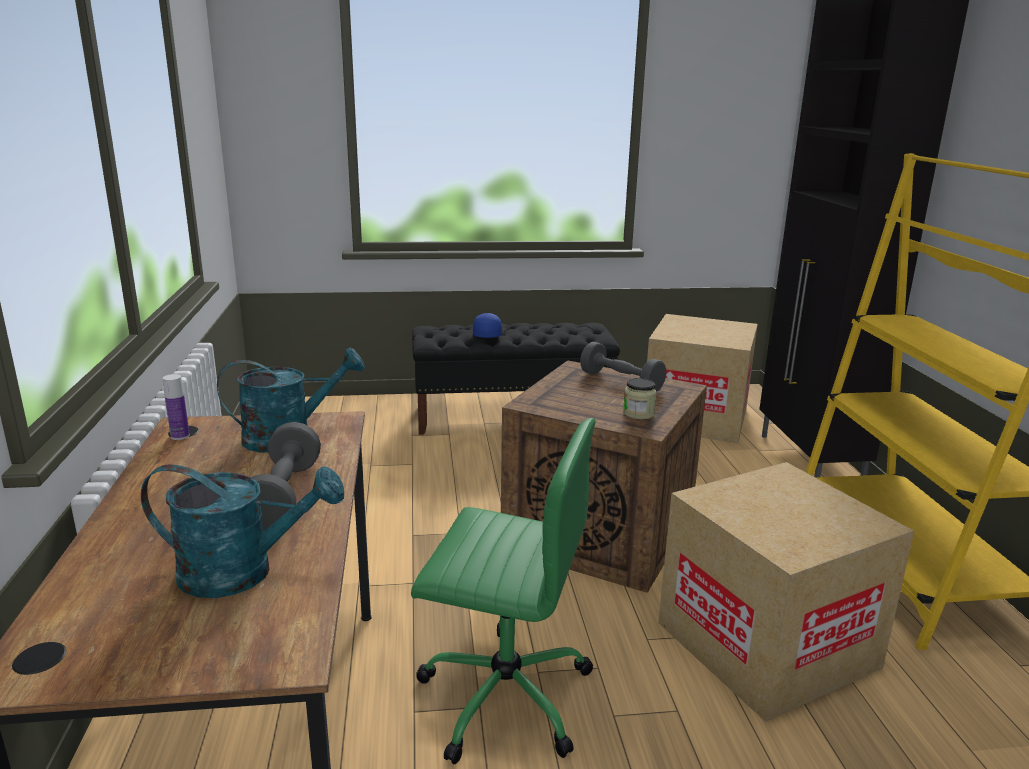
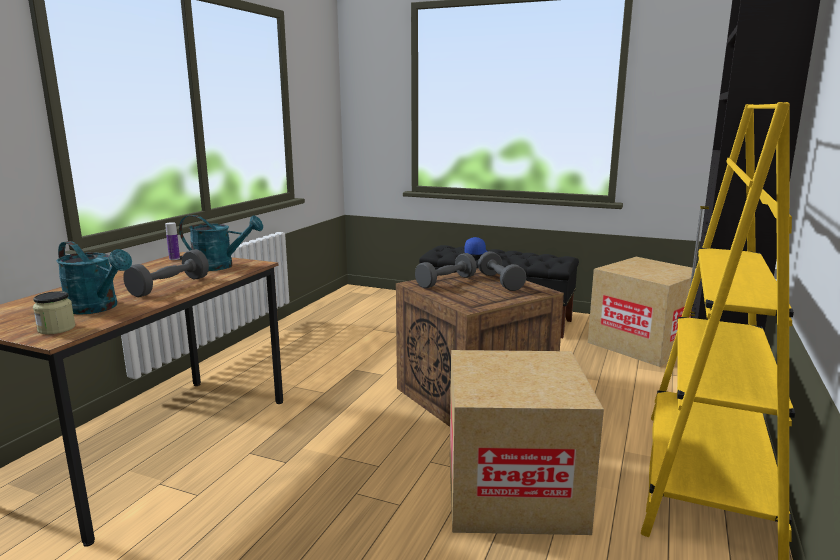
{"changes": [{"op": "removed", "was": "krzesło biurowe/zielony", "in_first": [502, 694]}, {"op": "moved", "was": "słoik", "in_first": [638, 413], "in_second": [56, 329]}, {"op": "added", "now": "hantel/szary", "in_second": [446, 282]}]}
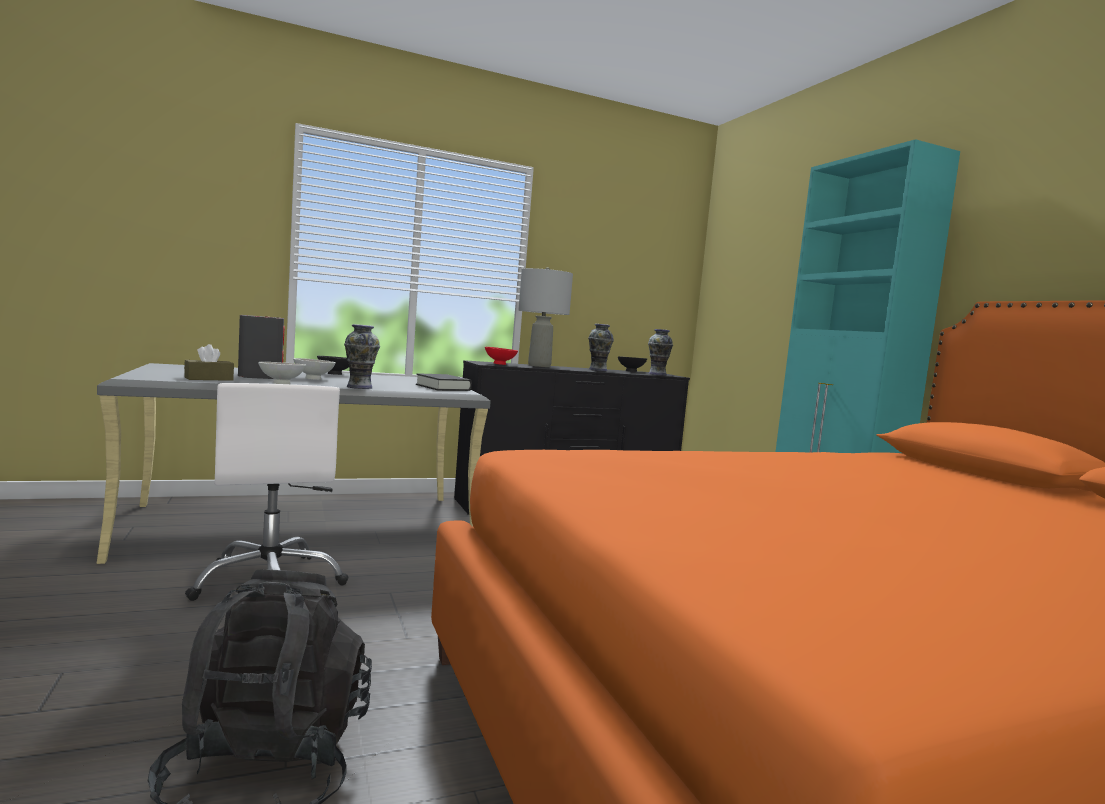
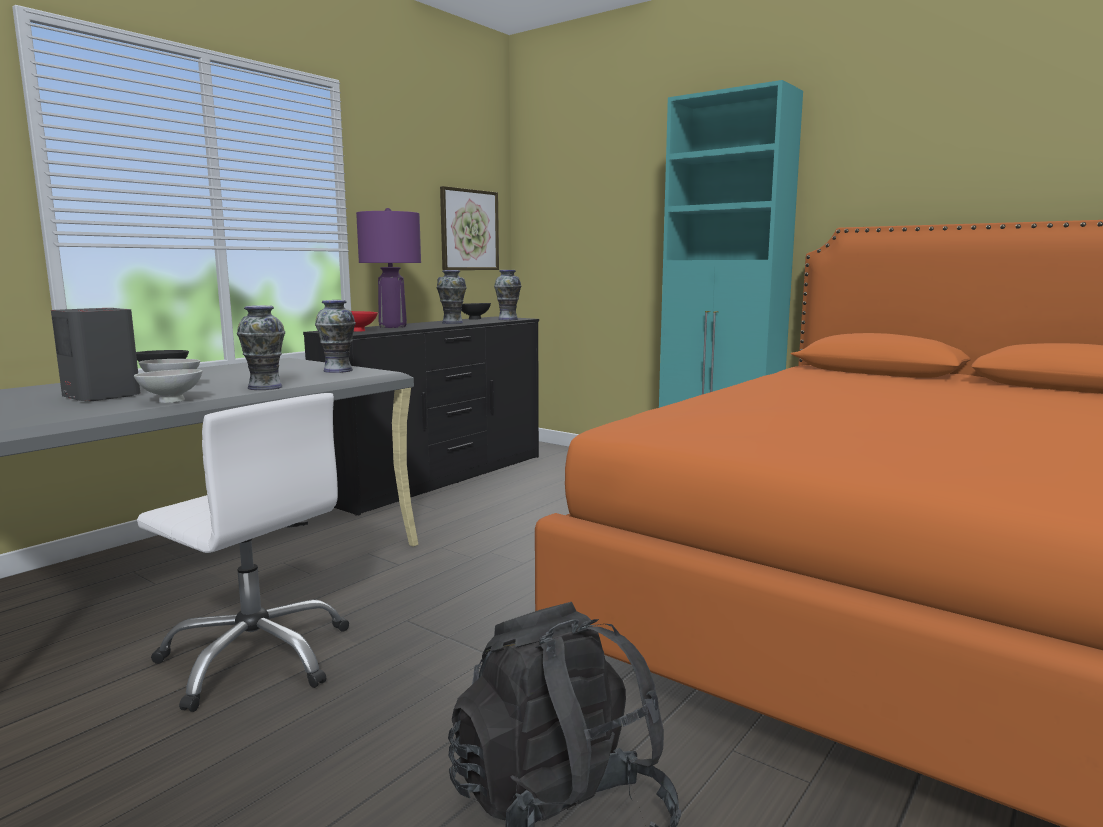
{"changes": [{"op": "removed", "was": "pudełko chusteczek/brązowy", "in_first": [209, 379]}, {"op": "replaced", "was": "książka/czarny", "now": "wazon", "in_first": [443, 387], "in_second": [338, 370]}, {"op": "recoloured", "was": "lampa stołowa/szary", "now": "lampa stołowa/fioletowy", "in_first": [539, 366], "in_second": [393, 326]}, {"op": "added", "now": "obraz", "in_second": [469, 230]}]}
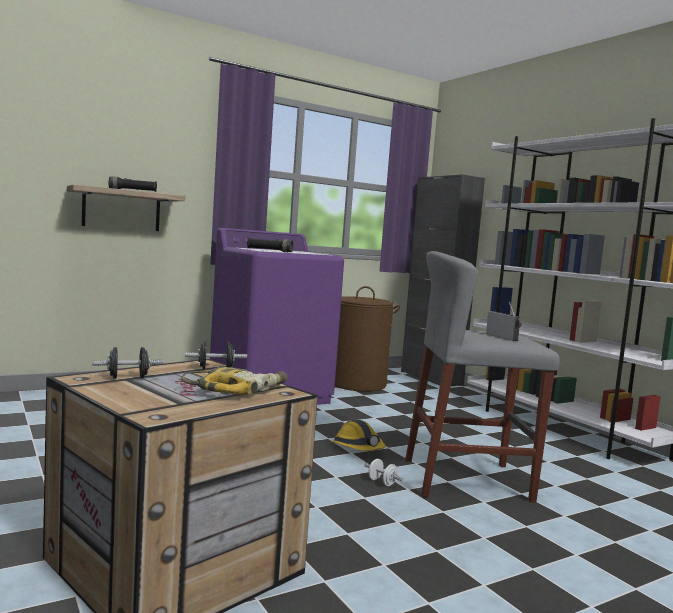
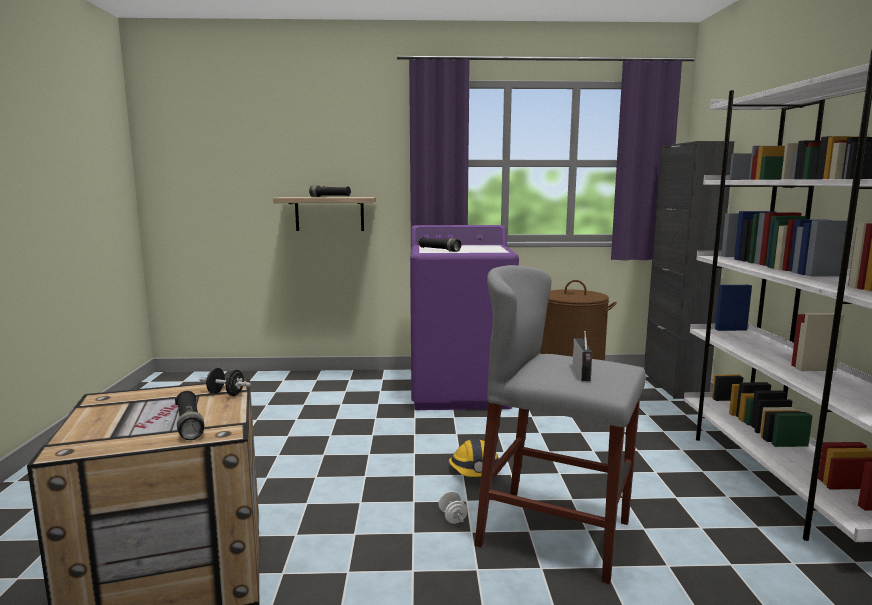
{"changes": [{"op": "removed", "was": "hantel/czarny", "in_first": [128, 378]}, {"op": "replaced", "was": "wiertarka", "now": "latarka/czarny", "in_first": [237, 390], "in_second": [189, 424]}]}
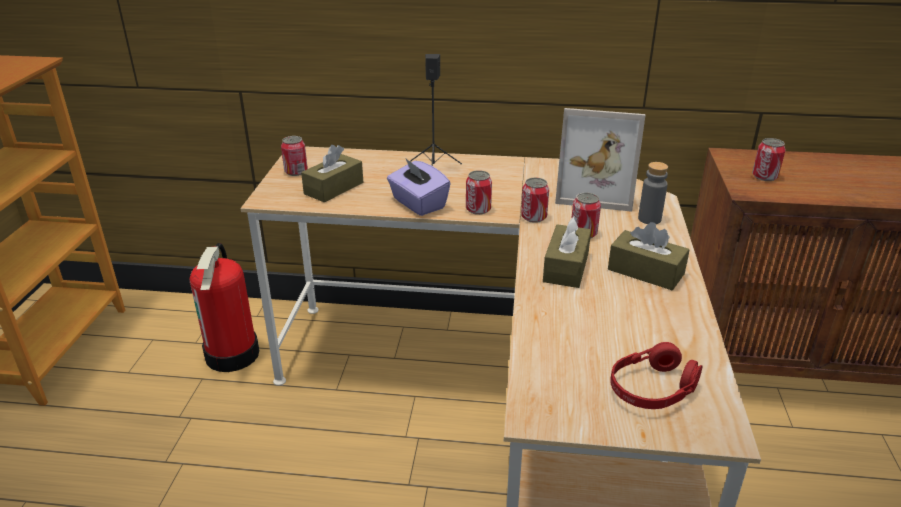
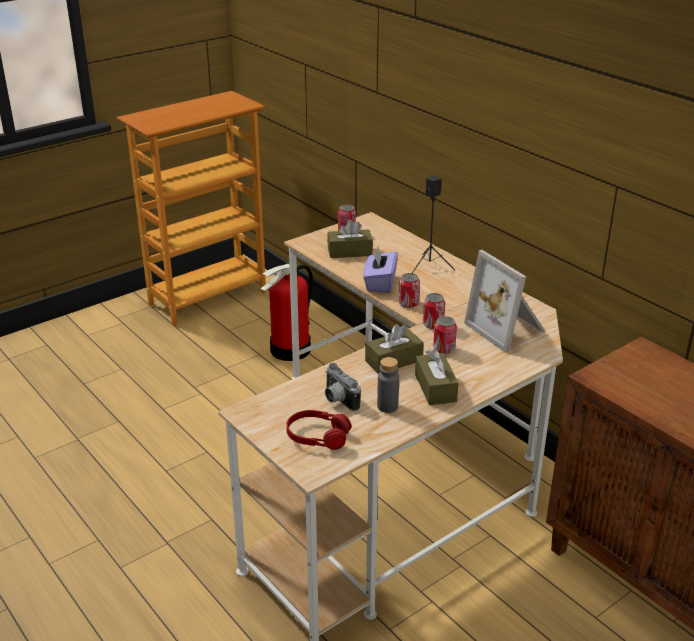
{"changes": [{"op": "moved", "was": "butelka/szary", "in_first": [649, 219], "in_second": [387, 406]}, {"op": "removed", "was": "puszka", "in_first": [764, 176]}, {"op": "added", "now": "aparat fotograficzny", "in_second": [337, 400]}]}
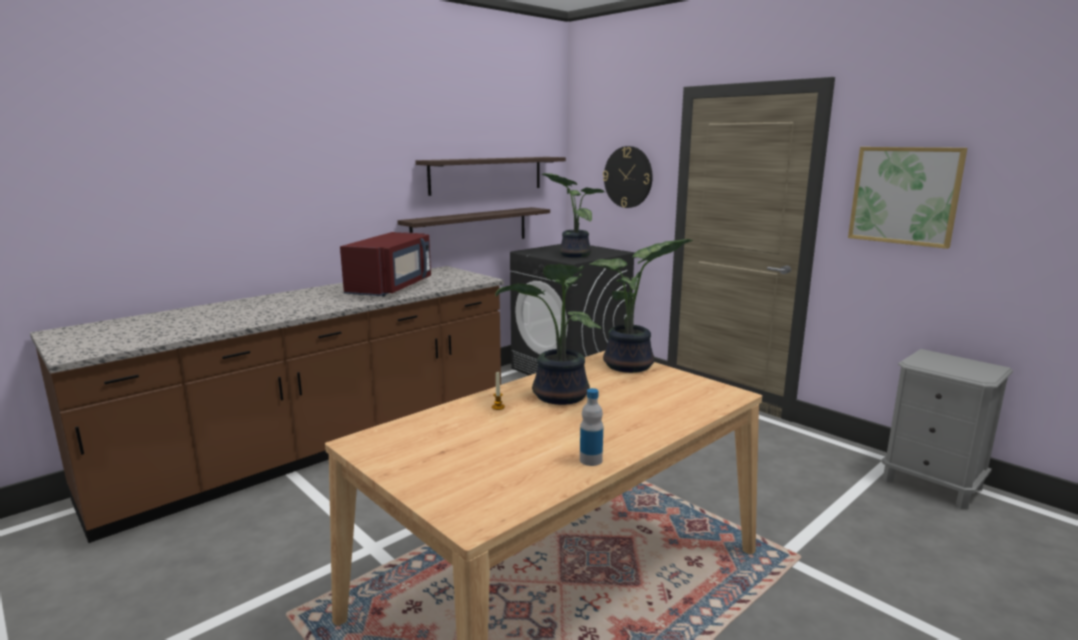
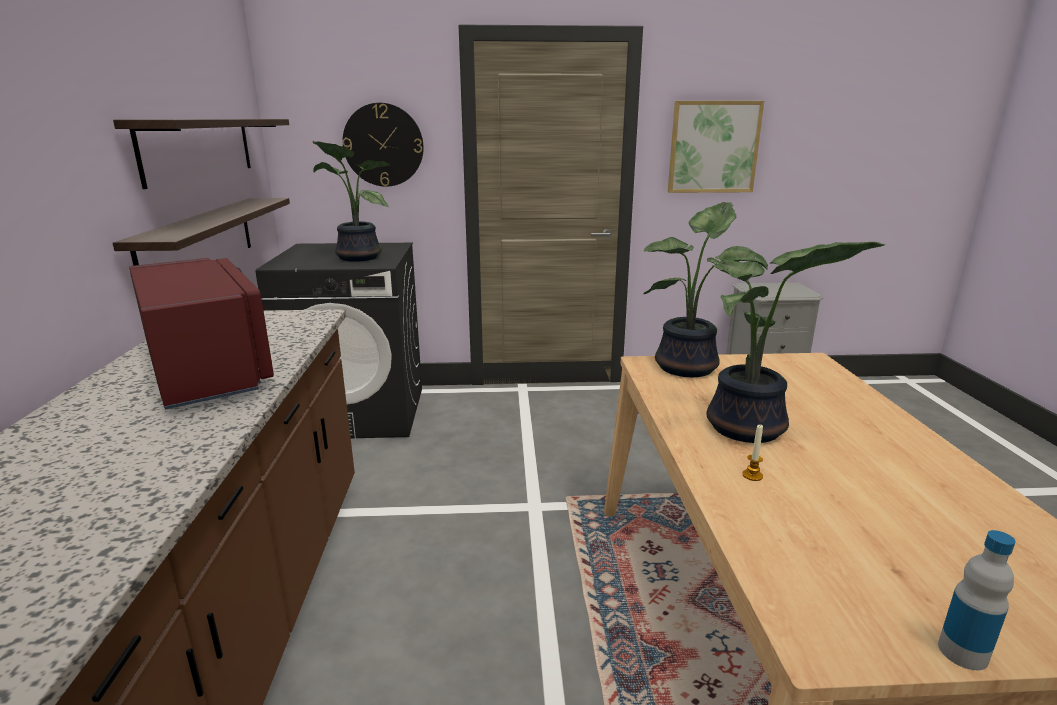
{"changes": [{"op": "moved", "was": "butelka", "in_first": [591, 460], "in_second": [962, 652]}]}
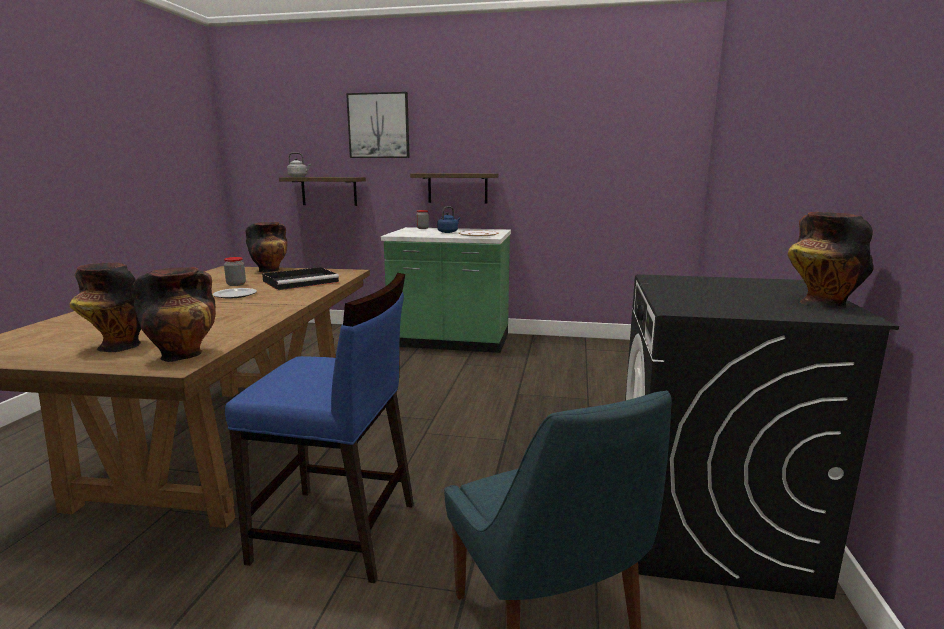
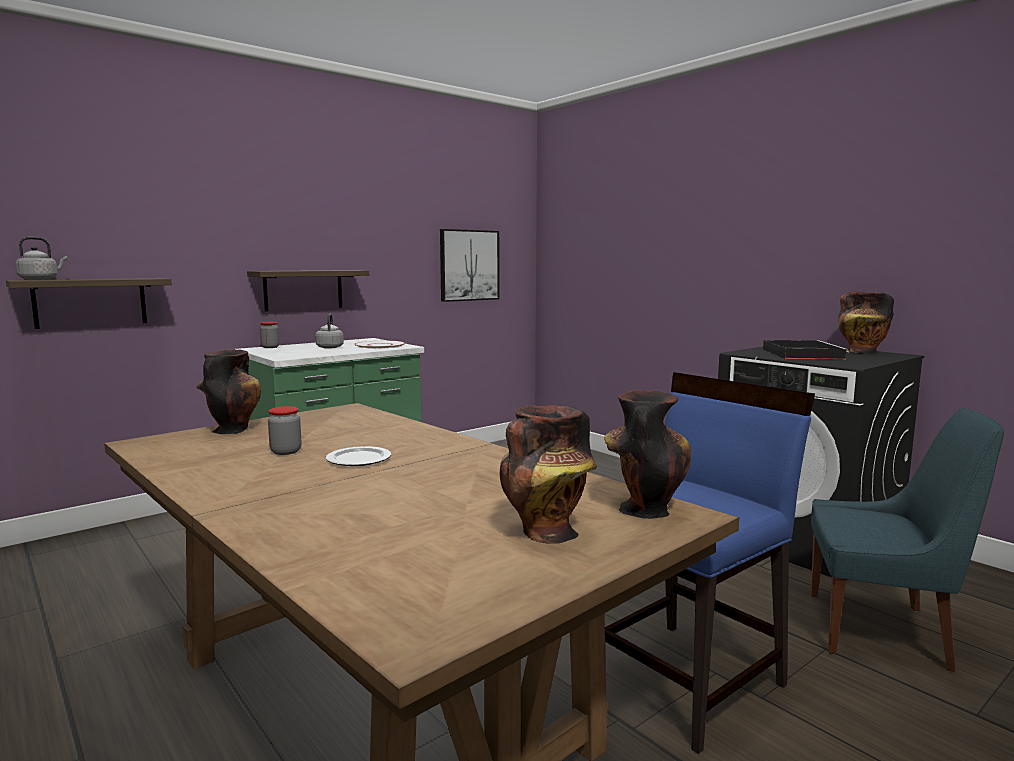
{"changes": [{"op": "moved", "was": "taca/czarny", "in_first": [302, 282], "in_second": [801, 353]}, {"op": "moved", "was": "obraz", "in_first": [378, 126], "in_second": [469, 265]}, {"op": "recoloured", "was": "czajnik/niebieski", "now": "czajnik/szary", "in_first": [448, 232], "in_second": [330, 347]}]}
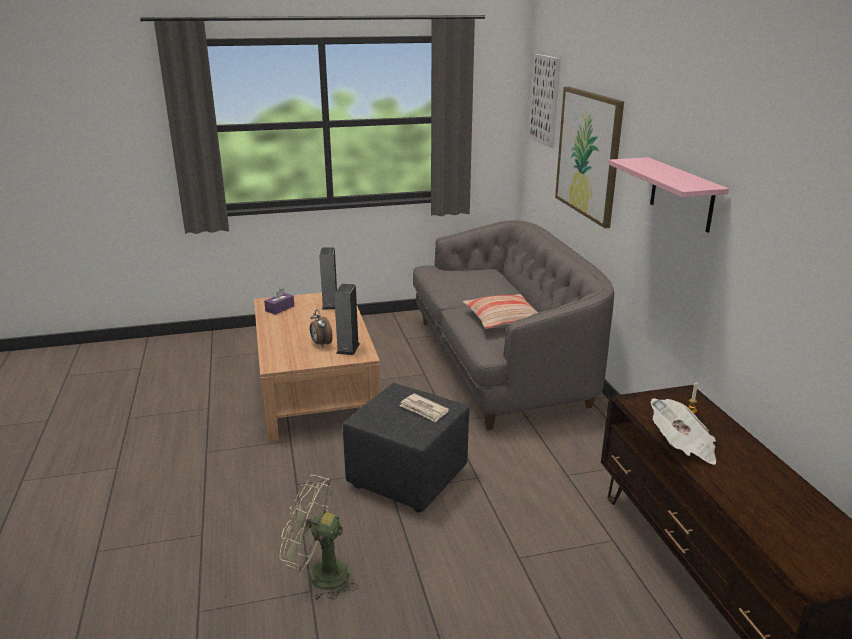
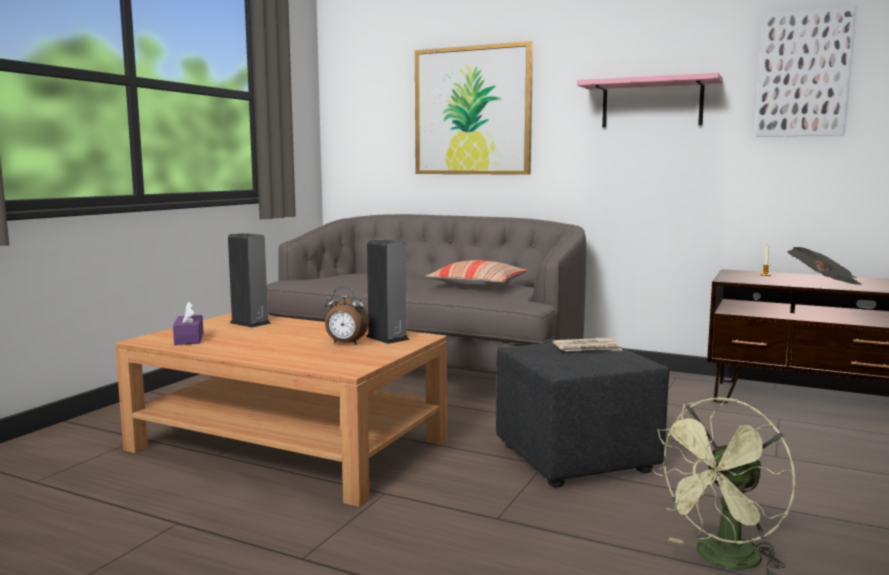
{"changes": [{"op": "moved", "was": "obraz", "in_first": [545, 100], "in_second": [804, 74]}]}
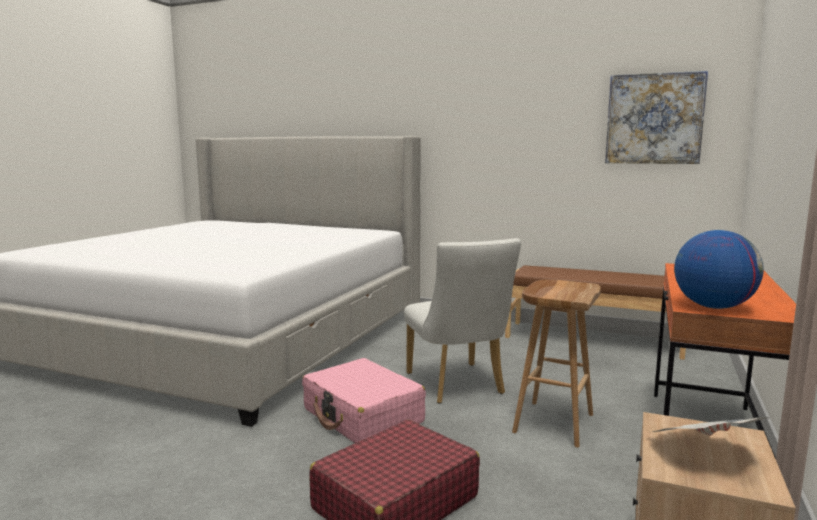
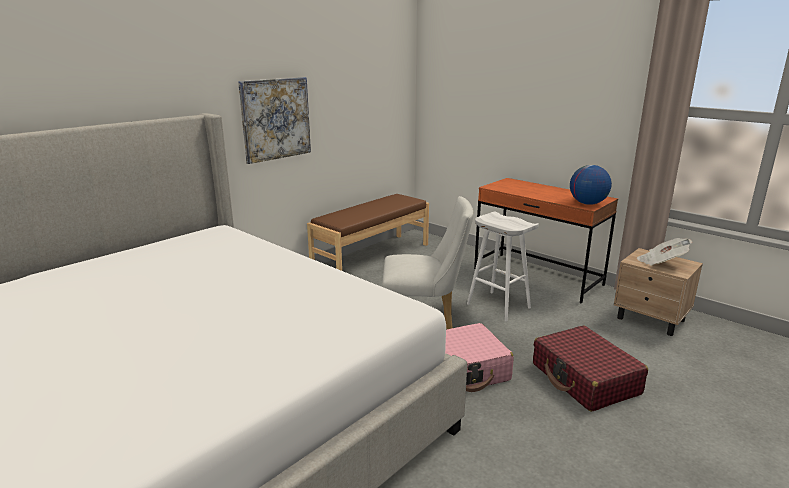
{"changes": [{"op": "recoloured", "was": "stołek/brązowy", "now": "stołek/biały", "in_first": [553, 422], "in_second": [497, 306]}, {"op": "moved", "was": "obraz", "in_first": [654, 119], "in_second": [275, 119]}]}
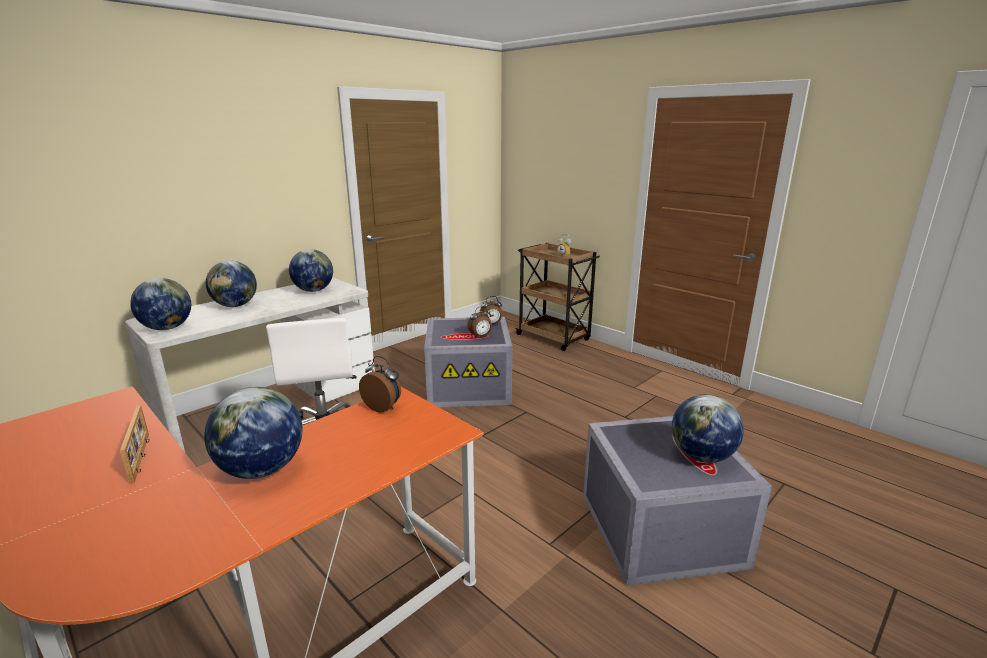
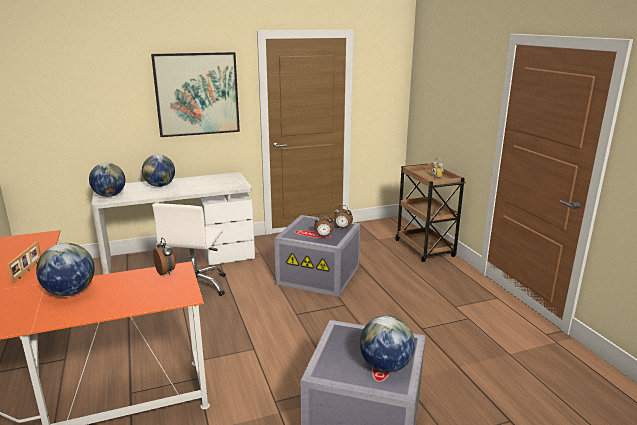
{"changes": [{"op": "removed", "was": "globus", "in_first": [313, 290]}, {"op": "added", "now": "obraz", "in_second": [197, 94]}]}
